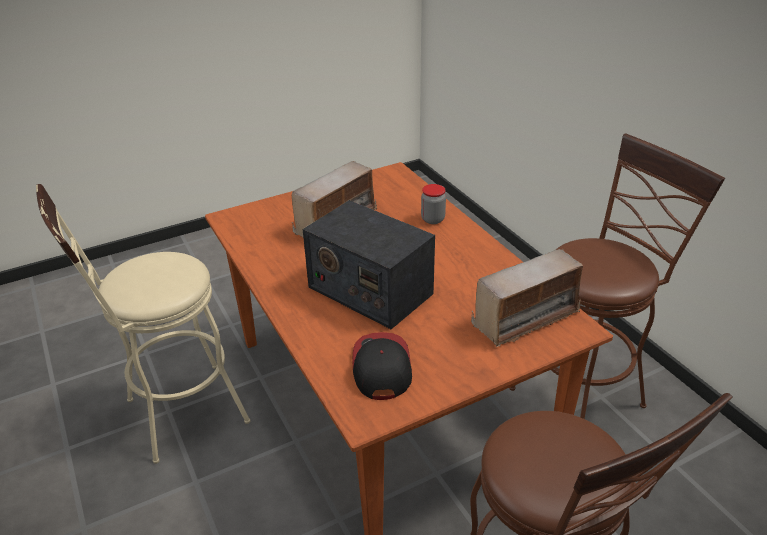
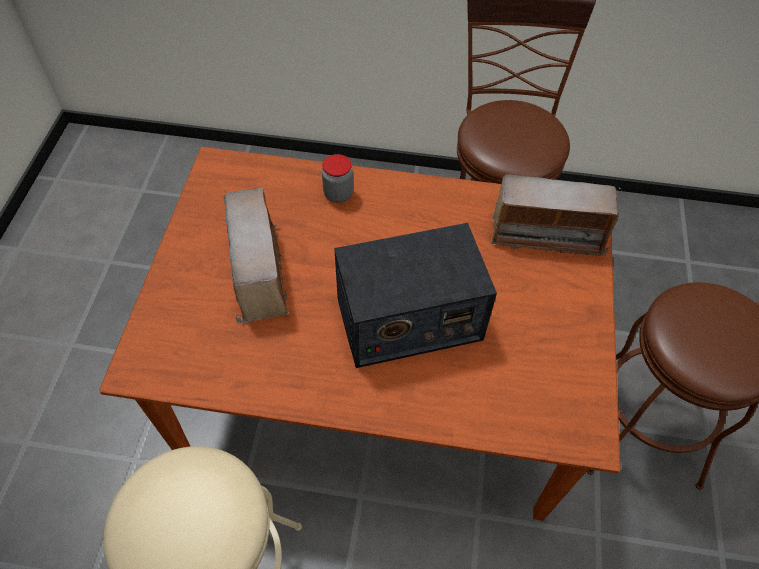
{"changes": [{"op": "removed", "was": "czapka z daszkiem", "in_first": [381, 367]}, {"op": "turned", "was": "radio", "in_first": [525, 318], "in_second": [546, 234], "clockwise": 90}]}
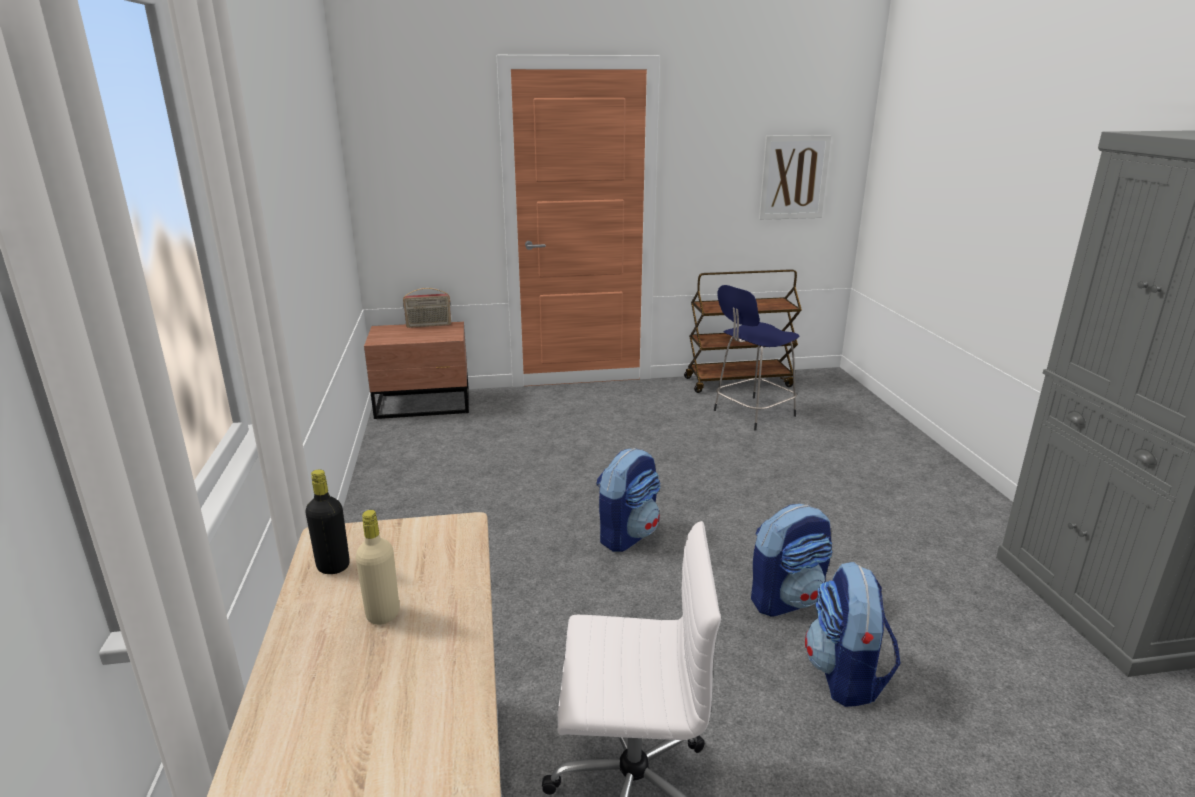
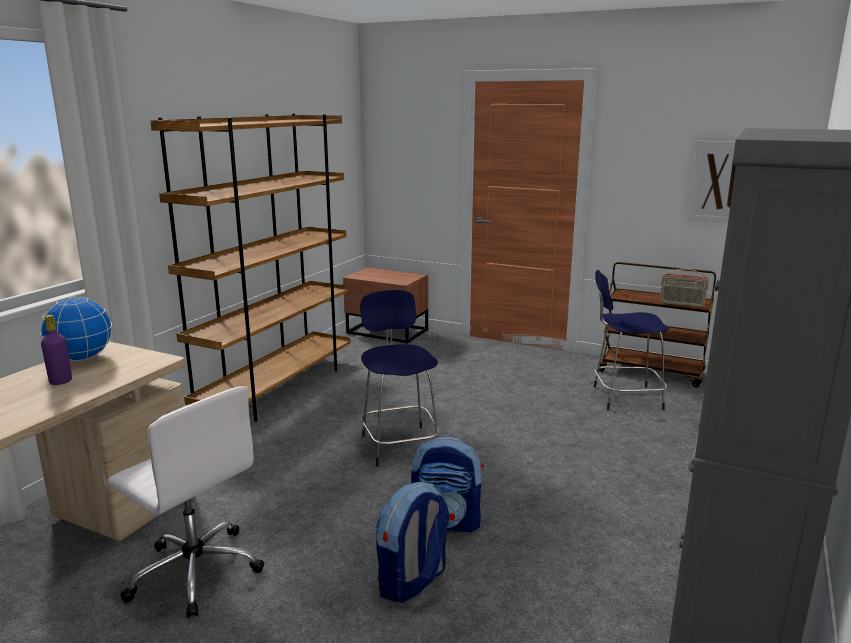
{"changes": [{"op": "replaced", "was": "butelka/czarny", "now": "globus", "in_first": [333, 566], "in_second": [82, 358]}, {"op": "recoloured", "was": "butelka/beżowy", "now": "butelka/fioletowy", "in_first": [383, 614], "in_second": [61, 381]}, {"op": "moved", "was": "radio", "in_first": [428, 325], "in_second": [681, 304]}, {"op": "replaced", "was": "plecak", "now": "stołek/niebieski", "in_first": [627, 535], "in_second": [399, 444]}, {"op": "added", "now": "regał/brązowy", "in_second": [278, 388]}]}
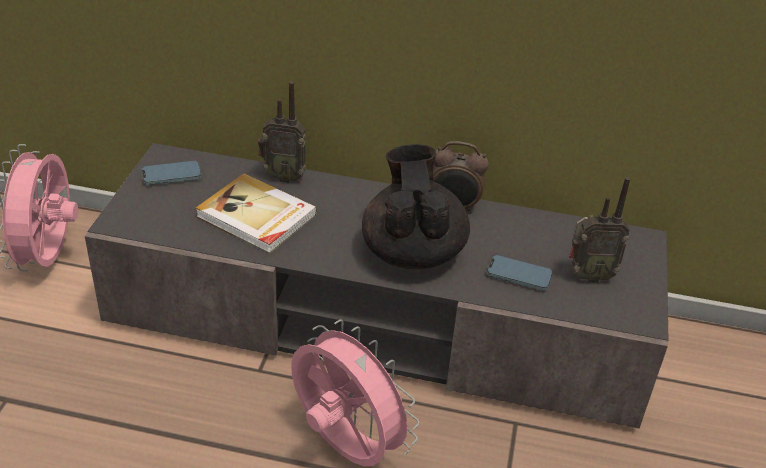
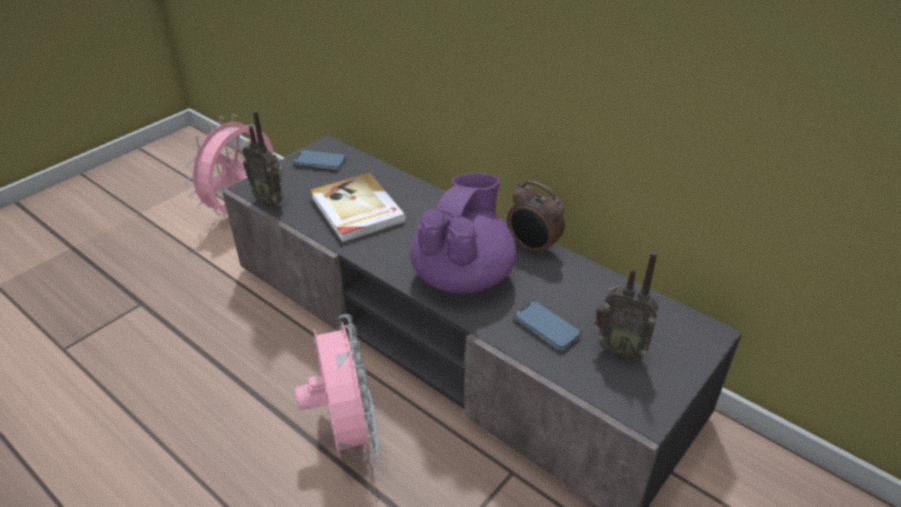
{"changes": [{"op": "moved", "was": "radio", "in_first": [283, 176], "in_second": [270, 201]}, {"op": "recoloured", "was": "imbryk/czarny", "now": "imbryk/fioletowy", "in_first": [412, 251], "in_second": [463, 275]}]}
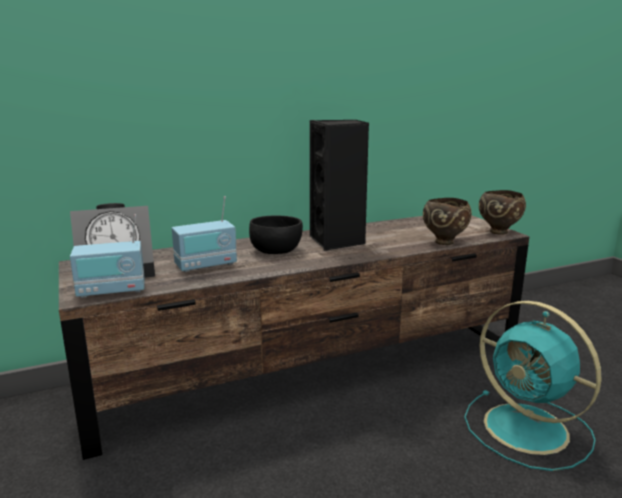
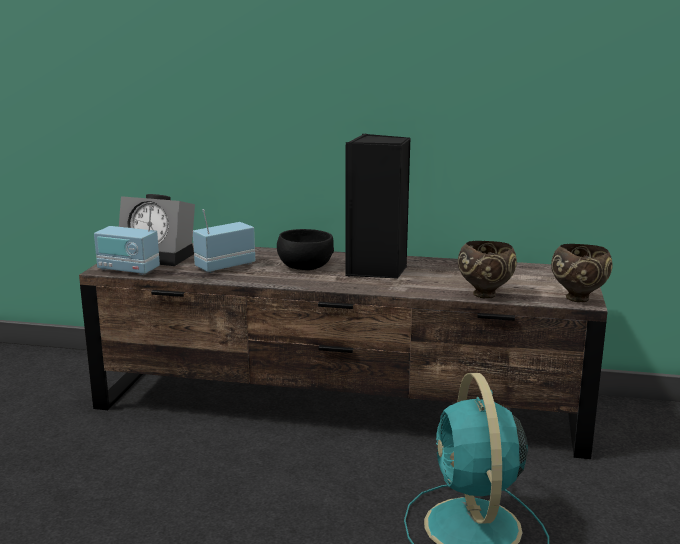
{"changes": [{"op": "turned", "was": "radio", "in_first": [206, 265], "in_second": [224, 266], "clockwise": 135}]}
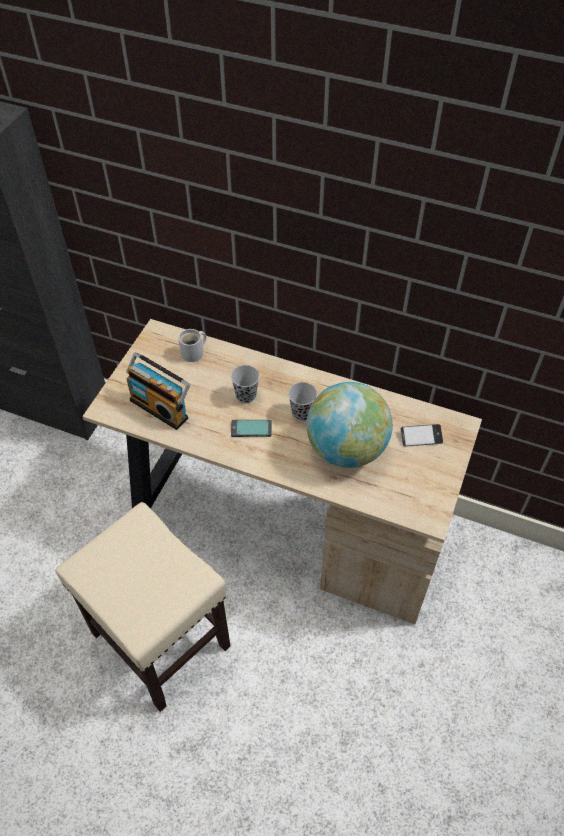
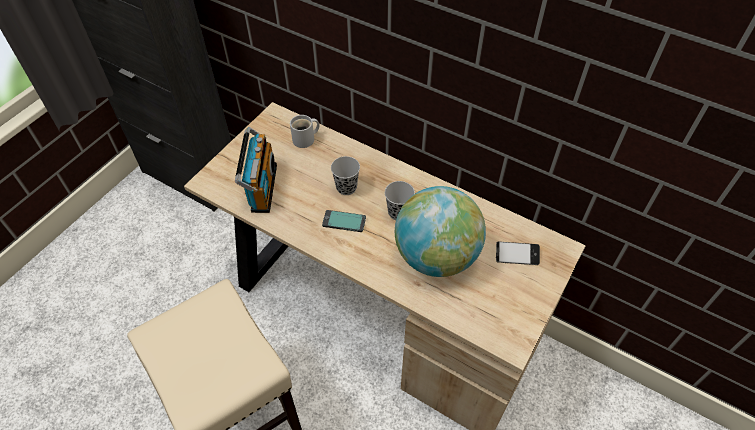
{"changes": [{"op": "turned", "was": "radio", "in_first": [161, 407], "in_second": [261, 188], "clockwise": -135}]}
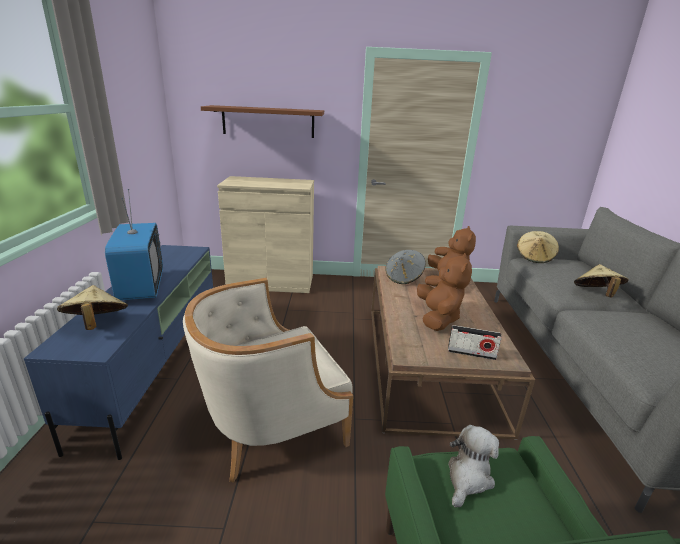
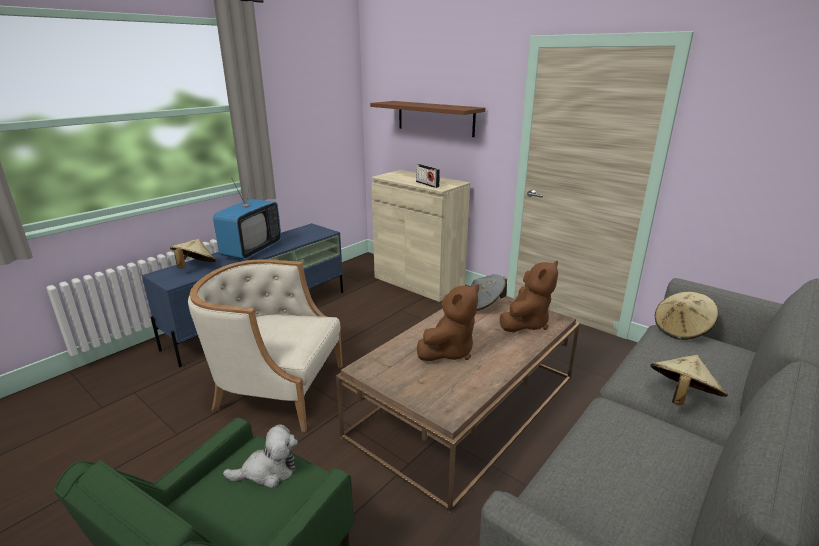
{"changes": [{"op": "moved", "was": "radio", "in_first": [471, 353], "in_second": [427, 184]}]}
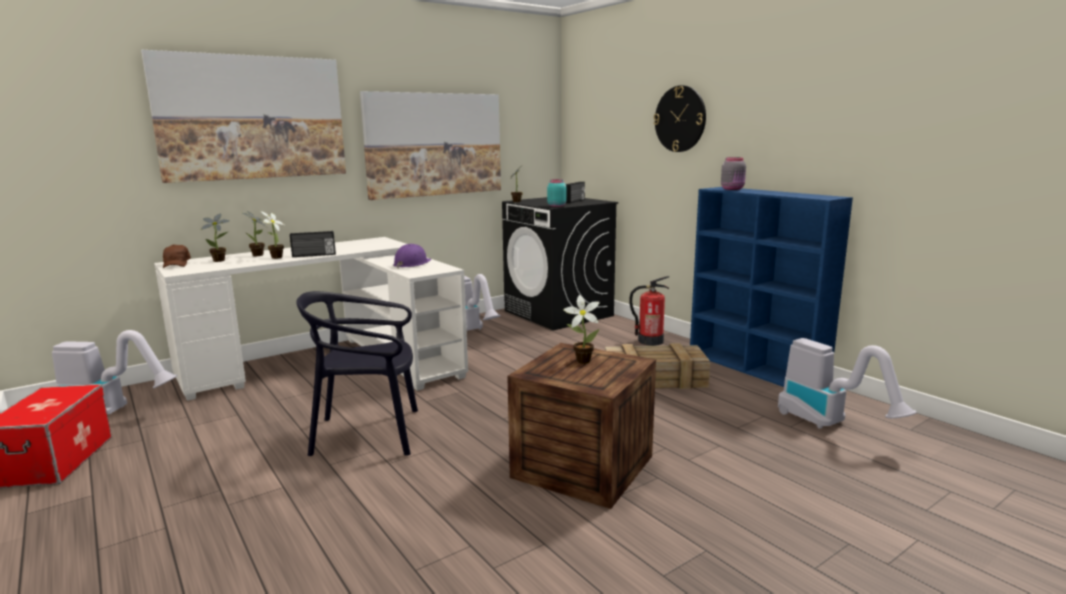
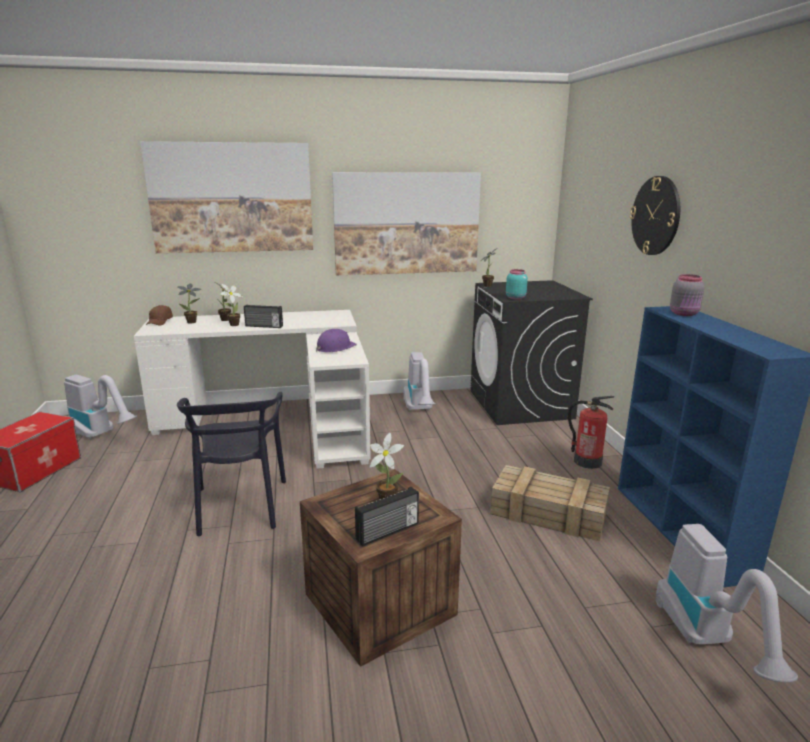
{"changes": [{"op": "turned", "was": "krzesło/czarny", "in_first": [368, 434], "in_second": [240, 506], "clockwise": -120}, {"op": "moved", "was": "radio", "in_first": [575, 201], "in_second": [388, 532]}]}
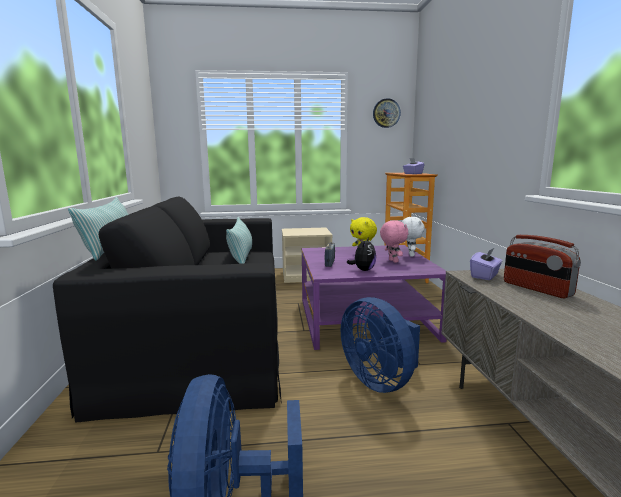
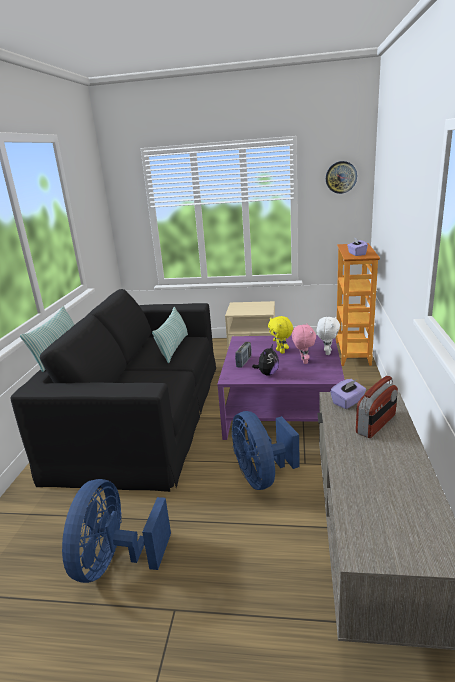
{"changes": [{"op": "turned", "was": "radio", "in_first": [536, 289], "in_second": [376, 424], "clockwise": -120}]}
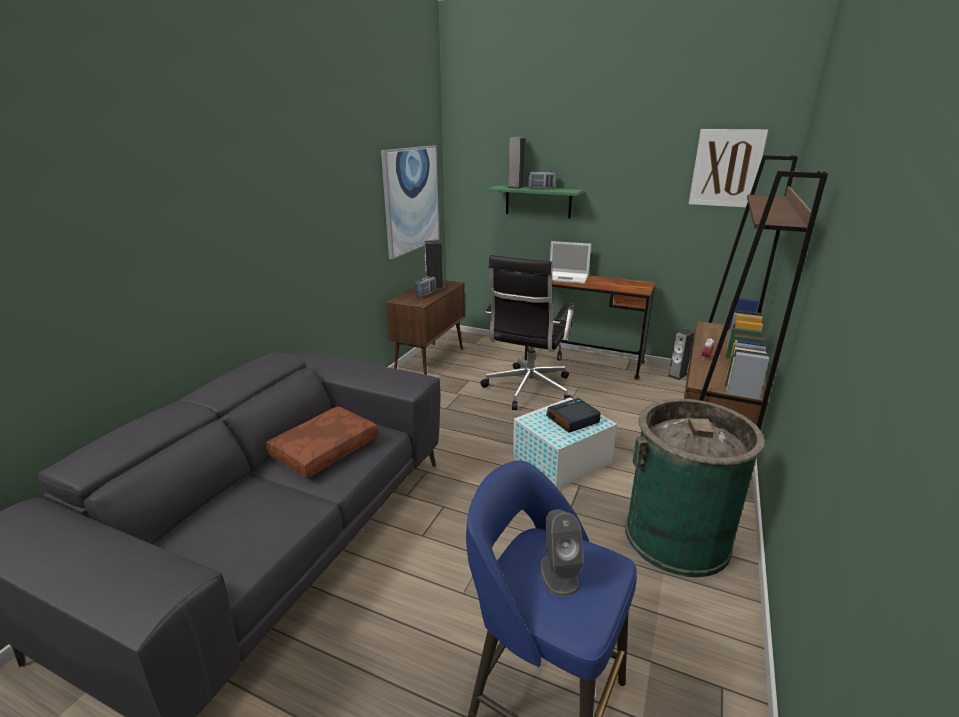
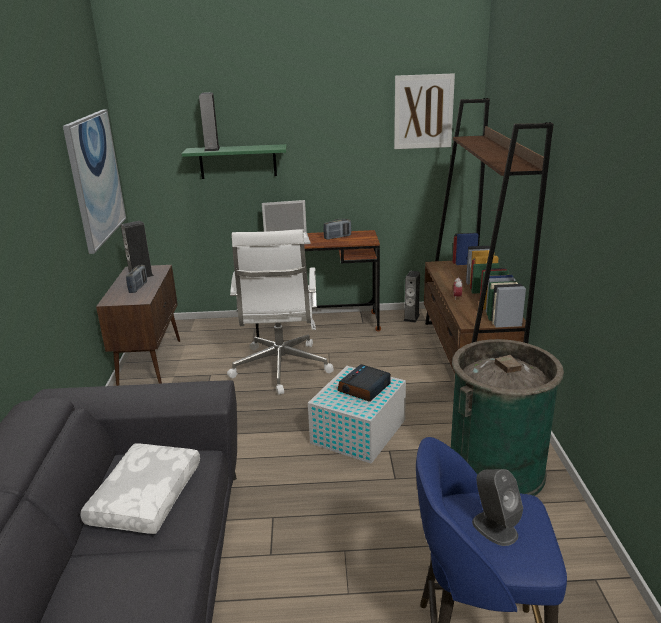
{"changes": [{"op": "recoloured", "was": "poduszka/brązowy", "now": "poduszka/biały", "in_first": [325, 449], "in_second": [145, 496]}, {"op": "recoloured", "was": "krzesło biurowe/czarny", "now": "krzesło biurowe/biały", "in_first": [527, 390], "in_second": [280, 369]}, {"op": "moved", "was": "radio", "in_first": [541, 188], "in_second": [337, 237]}]}
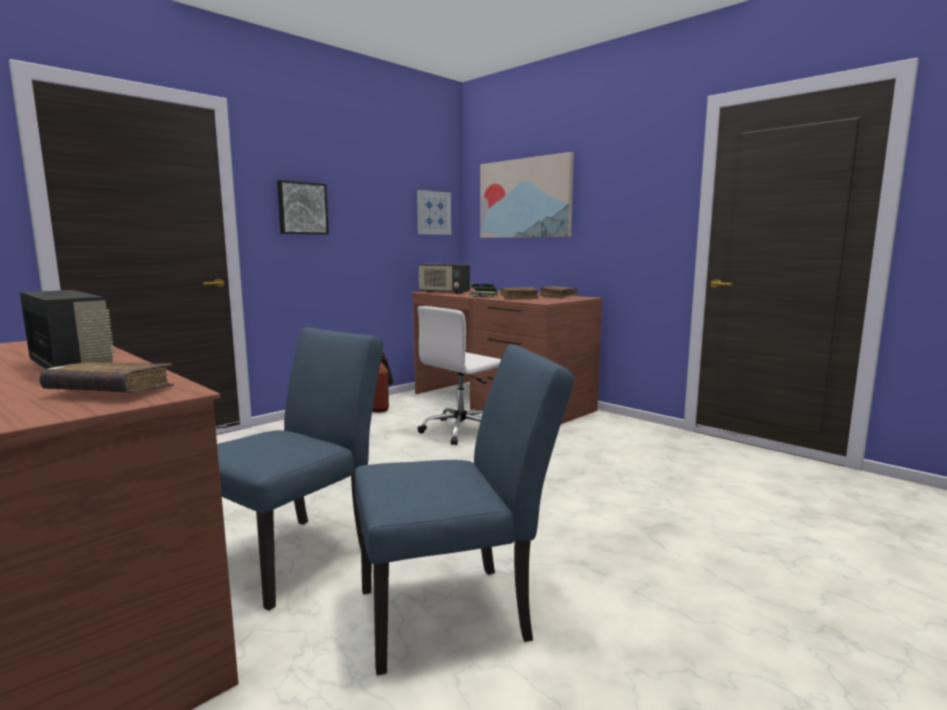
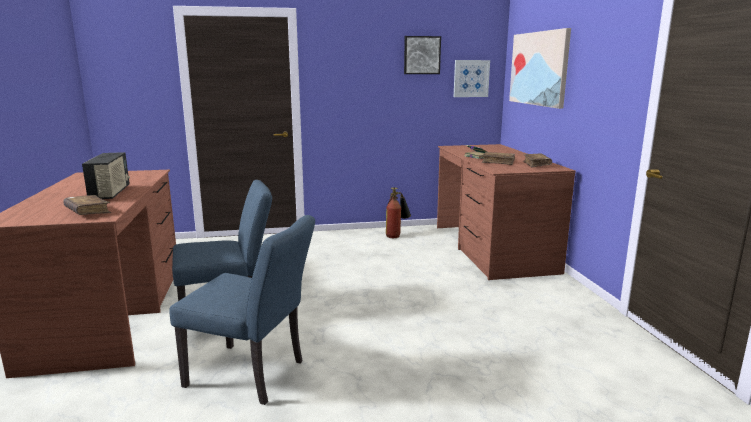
{"changes": [{"op": "moved", "was": "obraz", "in_first": [302, 208], "in_second": [421, 55]}, {"op": "removed", "was": "krzesło biurowe/biały", "in_first": [462, 431]}, {"op": "removed", "was": "radio", "in_first": [444, 292]}]}
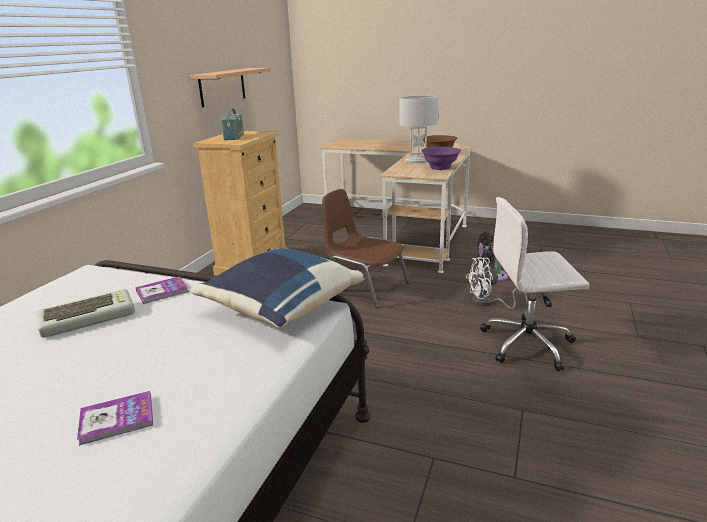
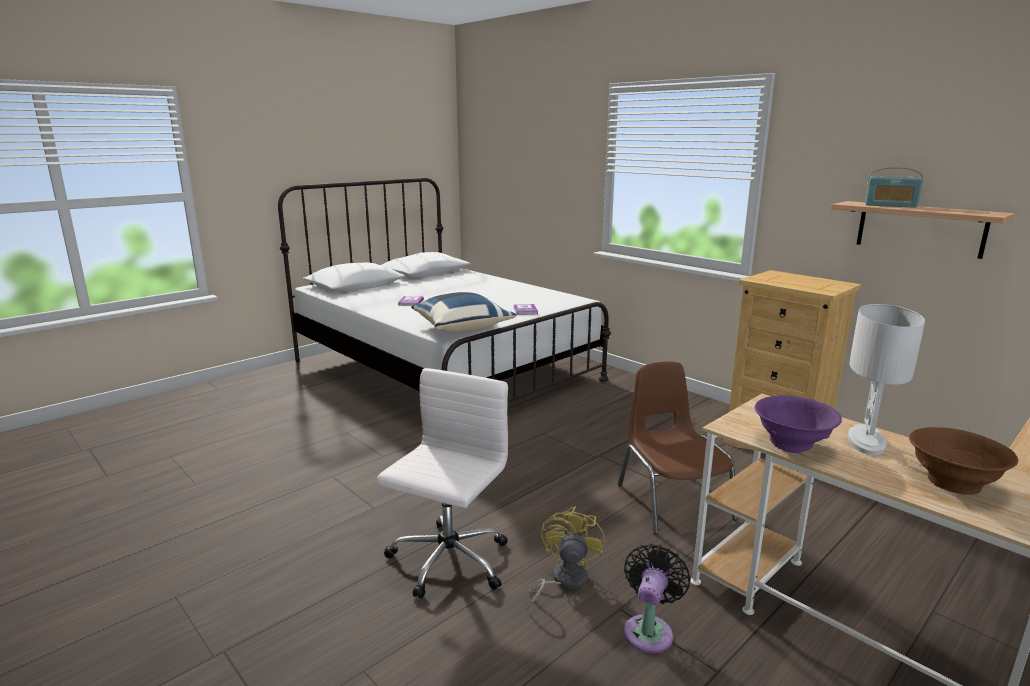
{"changes": [{"op": "removed", "was": "klawiatura", "in_first": [89, 318]}, {"op": "moved", "was": "radio", "in_first": [234, 137], "in_second": [890, 205]}, {"op": "turned", "was": "krzesło/brązowy", "in_first": [364, 287], "in_second": [672, 501], "clockwise": -75}, {"op": "recoloured", "was": "wentylator/biały", "now": "wentylator/żółty", "in_first": [488, 302], "in_second": [563, 581]}]}
